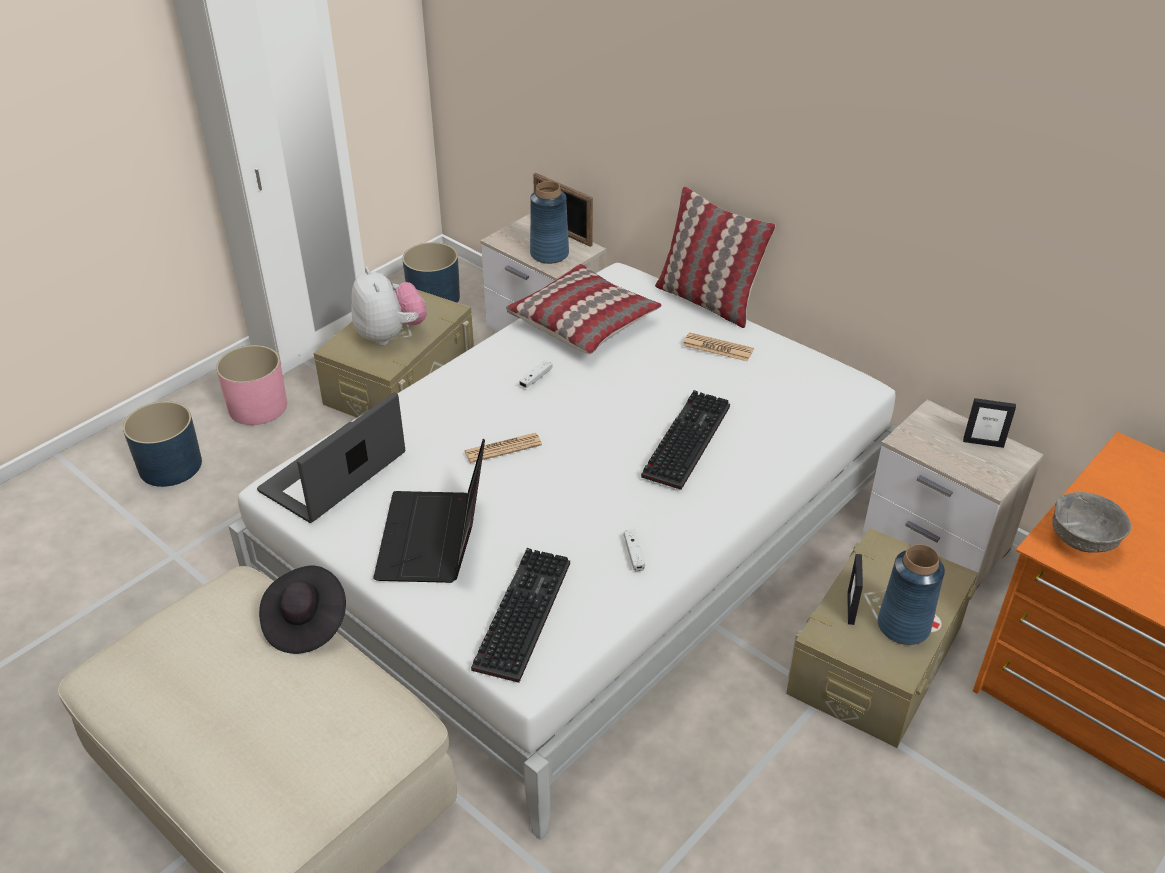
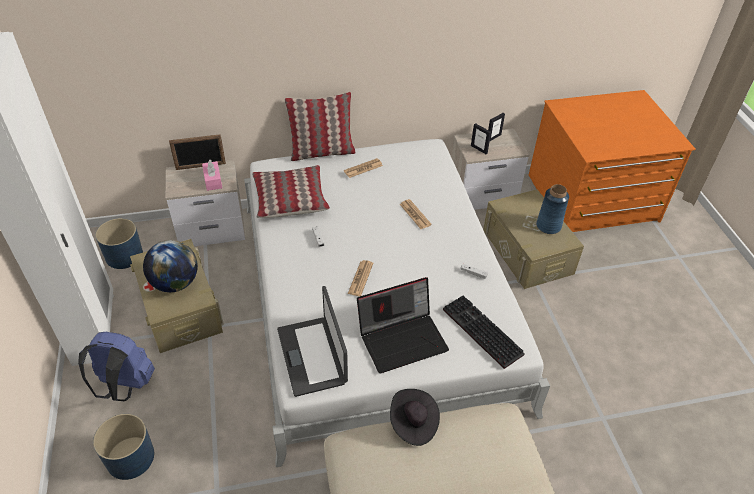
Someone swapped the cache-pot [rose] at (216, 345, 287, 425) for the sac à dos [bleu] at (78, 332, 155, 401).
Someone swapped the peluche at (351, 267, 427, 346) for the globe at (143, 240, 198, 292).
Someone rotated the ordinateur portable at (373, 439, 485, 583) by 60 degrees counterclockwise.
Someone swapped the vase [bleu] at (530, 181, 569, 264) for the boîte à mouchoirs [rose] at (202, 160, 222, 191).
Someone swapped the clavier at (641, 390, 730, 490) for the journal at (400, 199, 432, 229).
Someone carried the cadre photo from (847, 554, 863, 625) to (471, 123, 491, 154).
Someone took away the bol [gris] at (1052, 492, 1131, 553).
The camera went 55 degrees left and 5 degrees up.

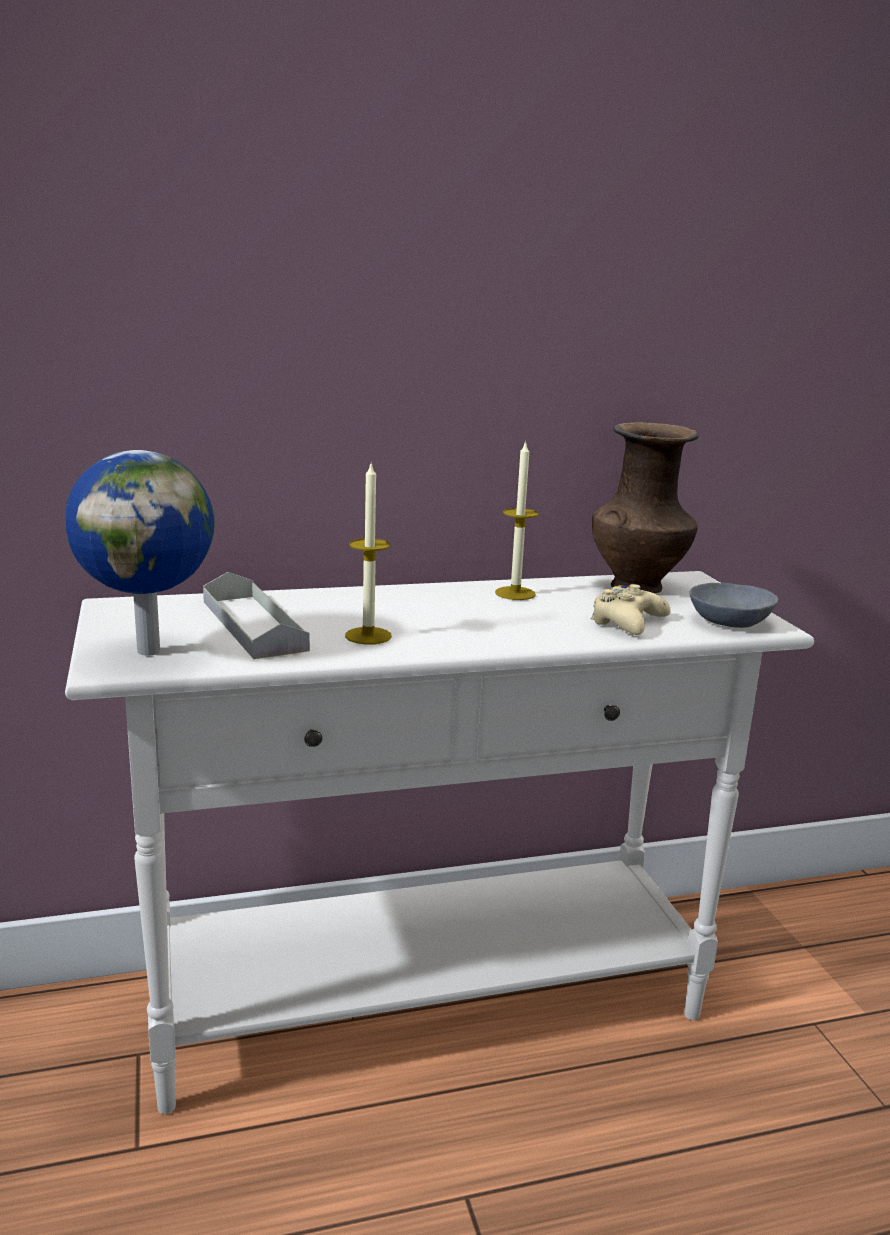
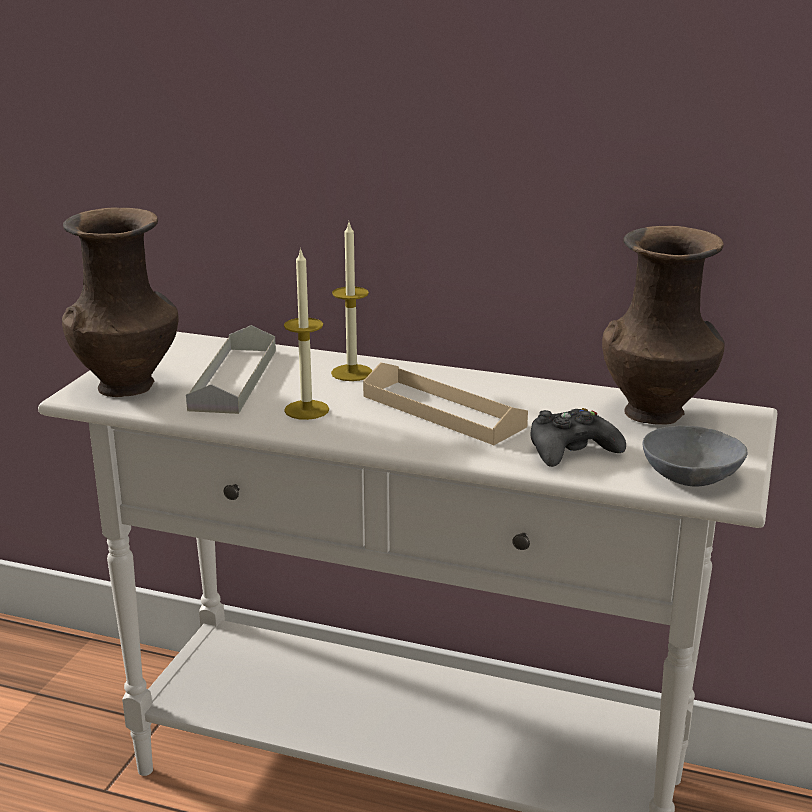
Someone swapped the globe at (65, 450, 214, 656) for the vase [marron] at (62, 207, 179, 397).
Someone carried the bougie from (495, 440, 539, 600) to (331, 223, 372, 381).
Someone repainted the manette [beige] at (591, 584, 670, 635), which became the manette [noir] at (531, 408, 626, 467).
Someone put down the plateau [beige] at (363, 362, 528, 445).
The camera went 35 degrees right and 5 degrees up.

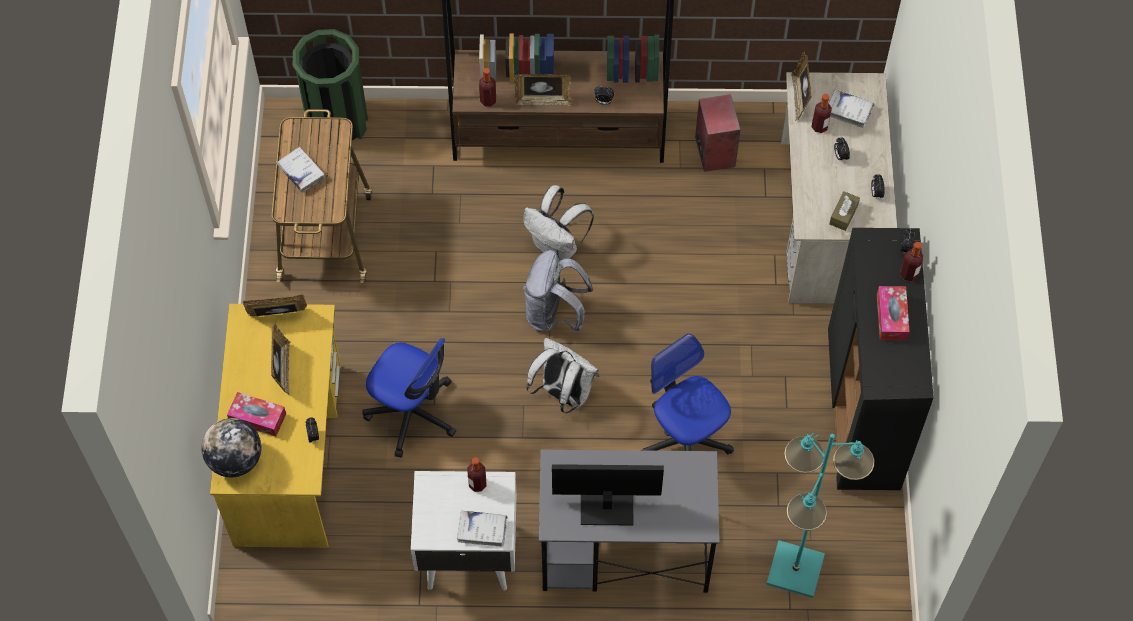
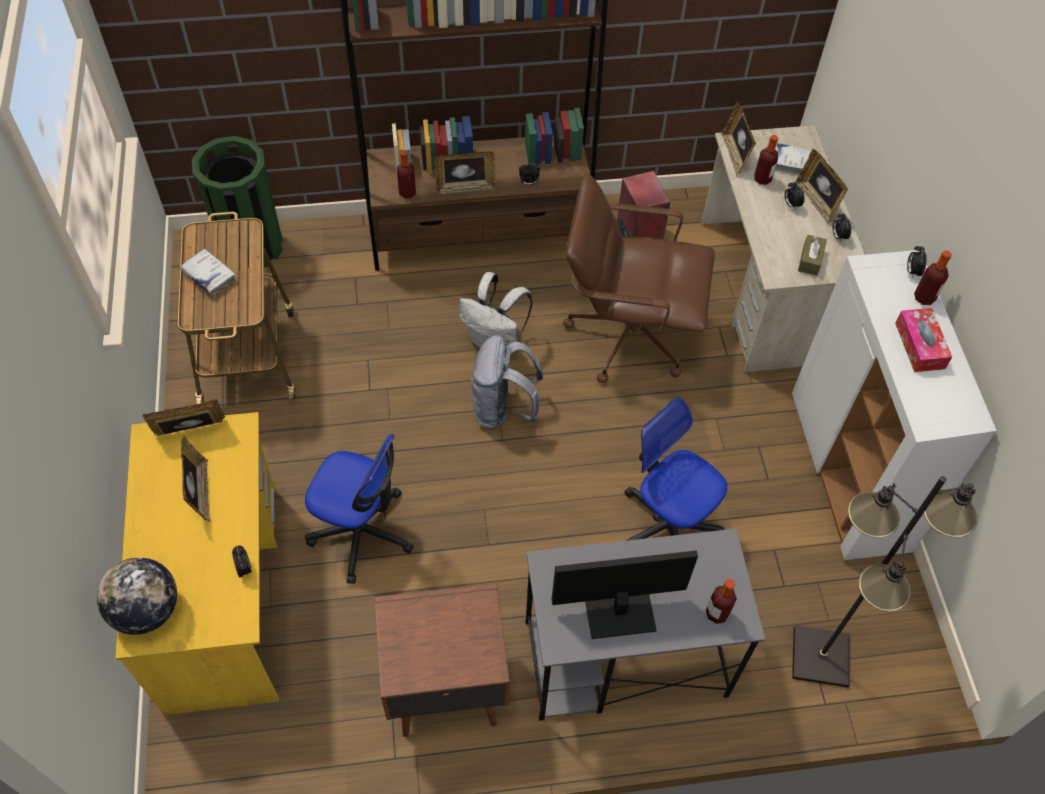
Someone took away the boîte à mouchoirs at (227, 392, 286, 437).
Someone repainted the table de chevet [blanc] at (411, 471, 517, 591), which became the table de chevet [marron] at (374, 583, 510, 737).
Someone took away the livre [blanc] at (457, 511, 508, 547).
Someone carried the bouteille from (467, 457, 487, 492) to (706, 579, 737, 624).
Someone took away the sac à dos [blanc] at (526, 338, 599, 414).
Someone repainted the lampadaire [turquoise] at (766, 433, 874, 598), which became the lampadaire [noir] at (792, 476, 978, 688).
Someone repainted the meuble de rangement [noir] at (828, 228, 934, 490), which became the meuble de rangement [blanc] at (792, 250, 997, 560).
Someone put down the chaise de bureau [marron] at (563, 173, 715, 383).
Someone put down the cadre photo at (796, 149, 848, 224).
The camera went 10 degrees left and 5 degrees down.

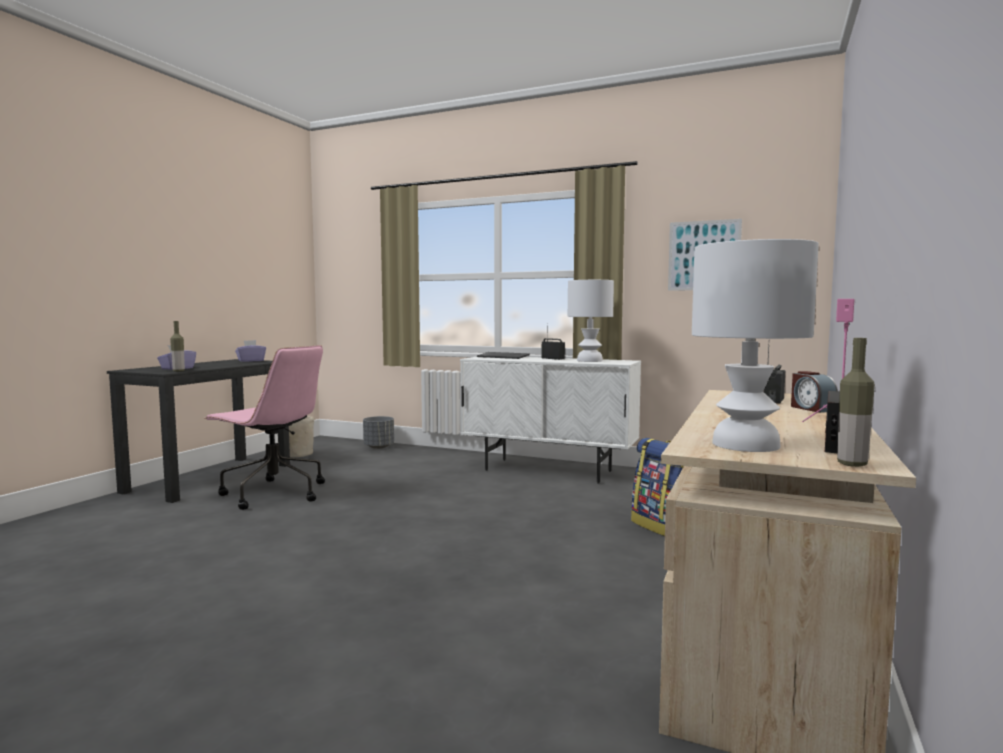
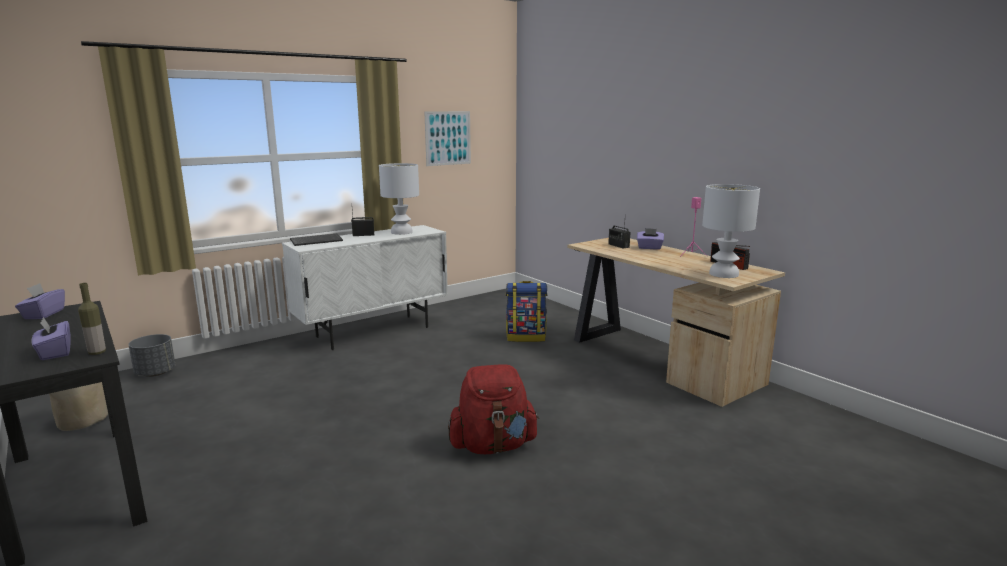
Someone took away the chaise de bureau [rose] at (204, 345, 325, 510).
Someone swapped the réveil at (791, 371, 838, 413) for the boîte à mouchoirs [violet] at (637, 228, 664, 250).
Someone took away the bouteille at (837, 338, 875, 467).
Someone put down the sac à dos [rouge] at (448, 364, 539, 454).
The camera went 60 degrees left and 10 degrees up.

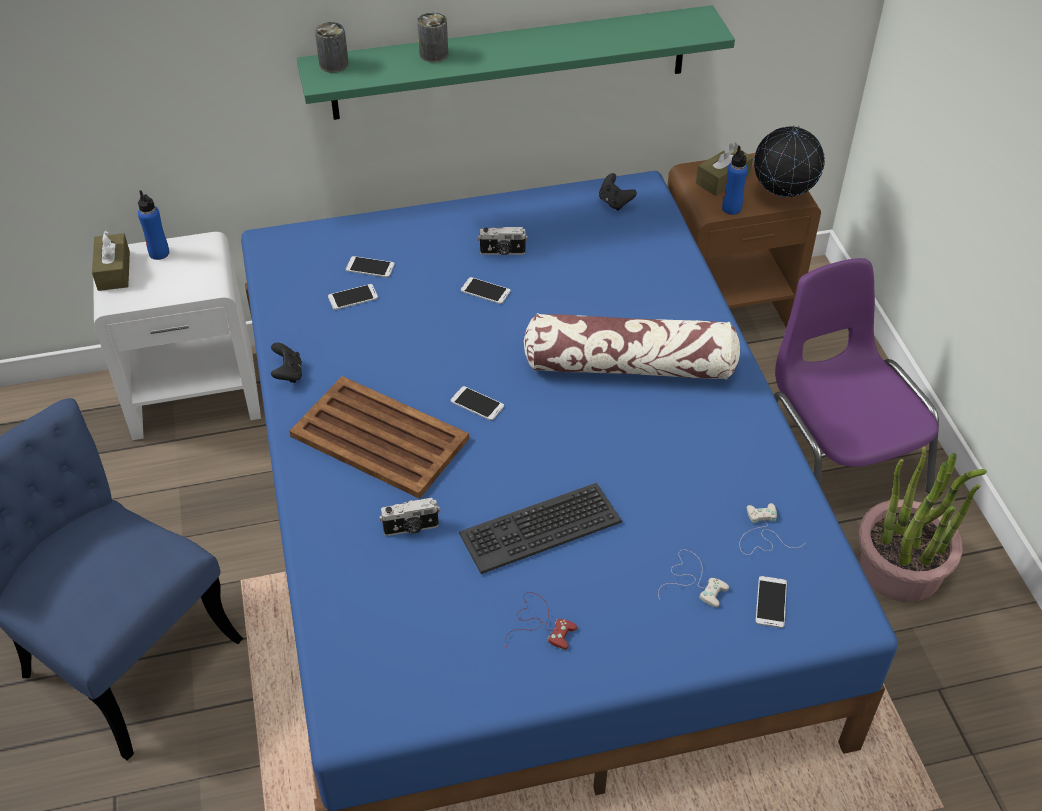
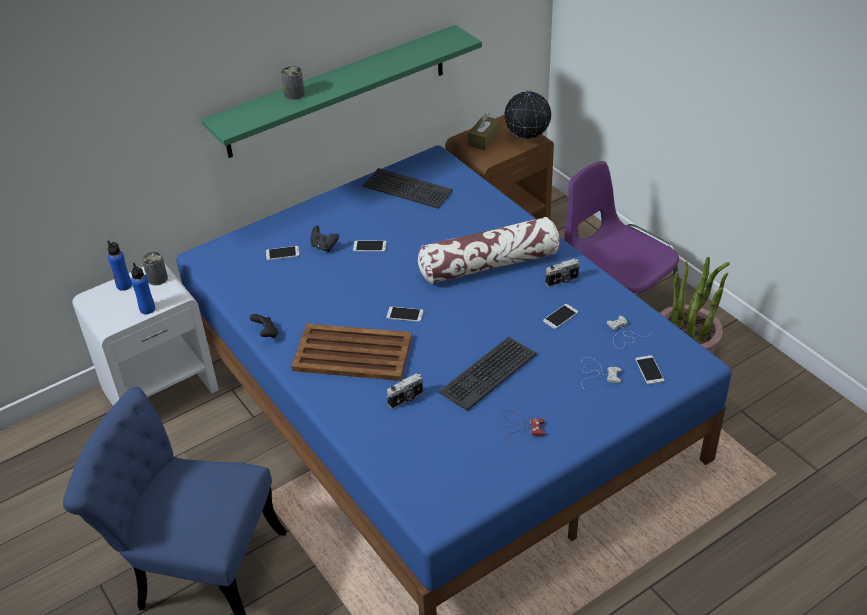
Someone took away the boîte à mouchoirs [marron] at (92, 230, 130, 291).
Someone carried the boîte métallique from (315, 22, 349, 73) to (142, 252, 168, 285).
Someone carried the téléphone from (328, 284, 378, 310) to (543, 304, 578, 329).
Someone carried the appareil photo from (478, 227, 528, 255) to (545, 259, 580, 287).
Someone carried the manette [noir] from (599, 173, 637, 211) to (310, 226, 339, 252).
Someone carried the bouteille [bleu] from (722, 146, 748, 215) to (131, 263, 155, 314).
Someone put down the clavier at (363, 168, 453, 209).
The camera went 20 degrees left and 5 degrees down.

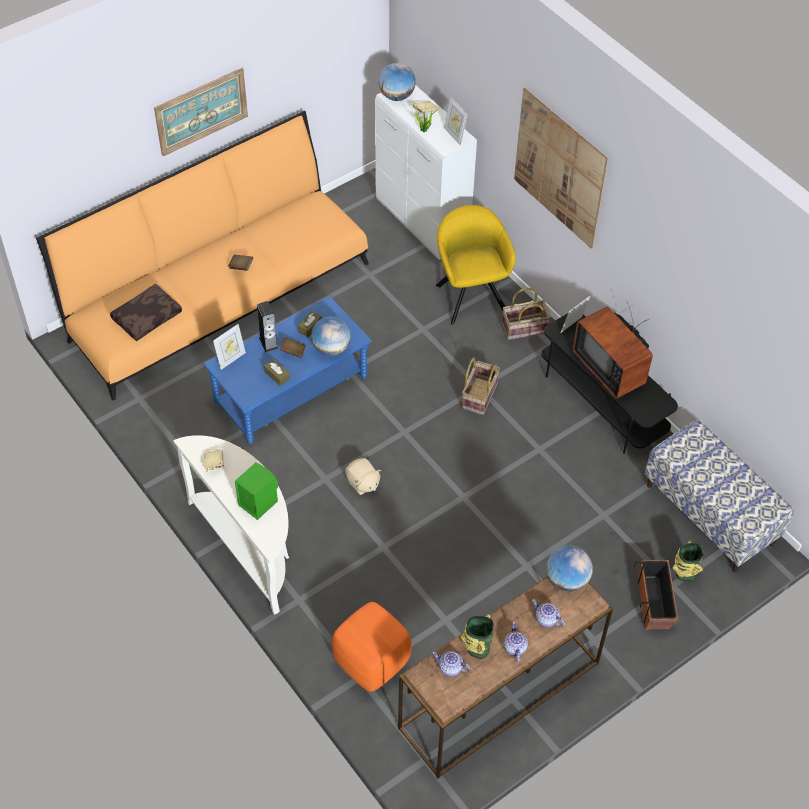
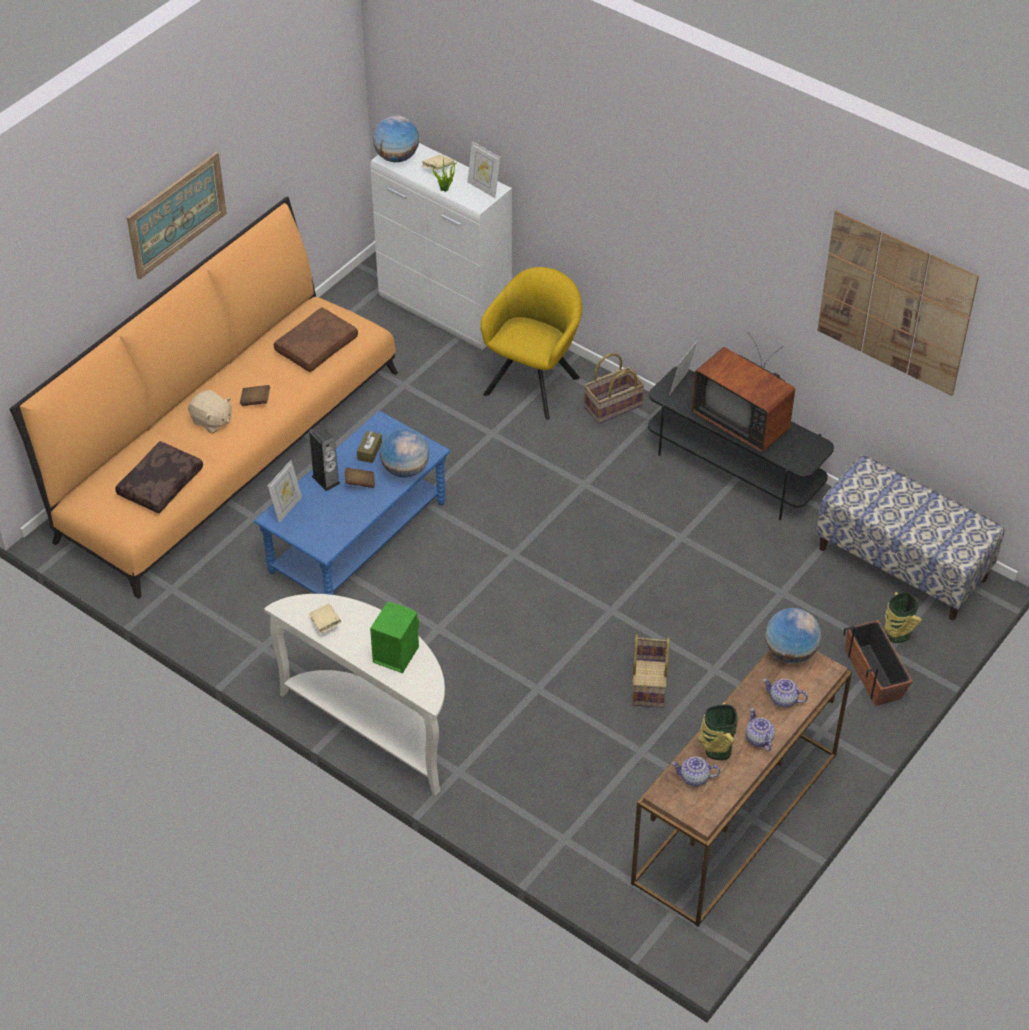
Someone took away the boîte à mouchoirs [marron] at (264, 359, 290, 386).
Someone took away the pouf [orange] at (332, 602, 411, 692).
Someone carried the peluche [beige] from (345, 458, 381, 495) to (188, 390, 232, 434).
Someone rotated the fauteuil [jaune] at (436, 205, 516, 324) by 60 degrees clockwise.
Someone carried the panier from (462, 357, 500, 415) to (632, 634, 670, 708).
Someone carried the tableau from (514, 88, 608, 248) to (817, 211, 979, 396).
Someone put down the coussin [marron] at (274, 307, 358, 372).
The camera went 15 degrees left and 5 degrees down.

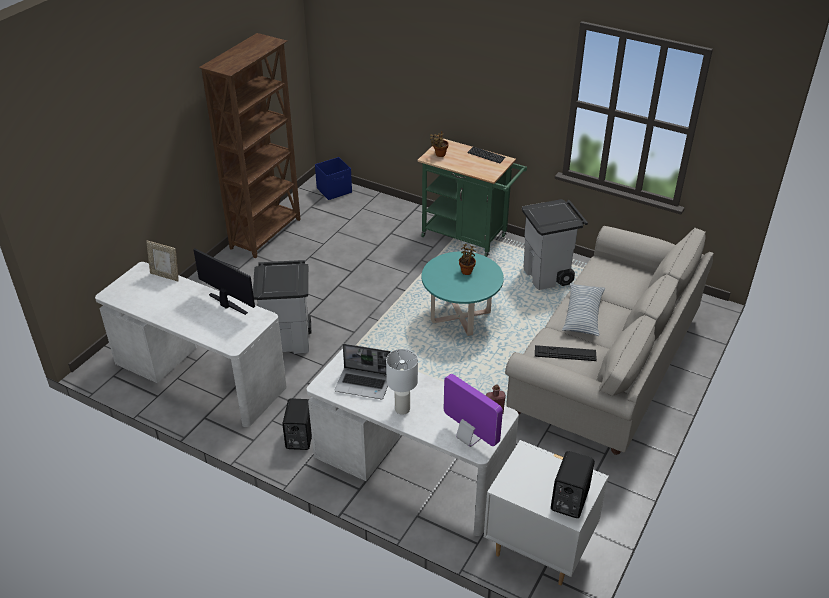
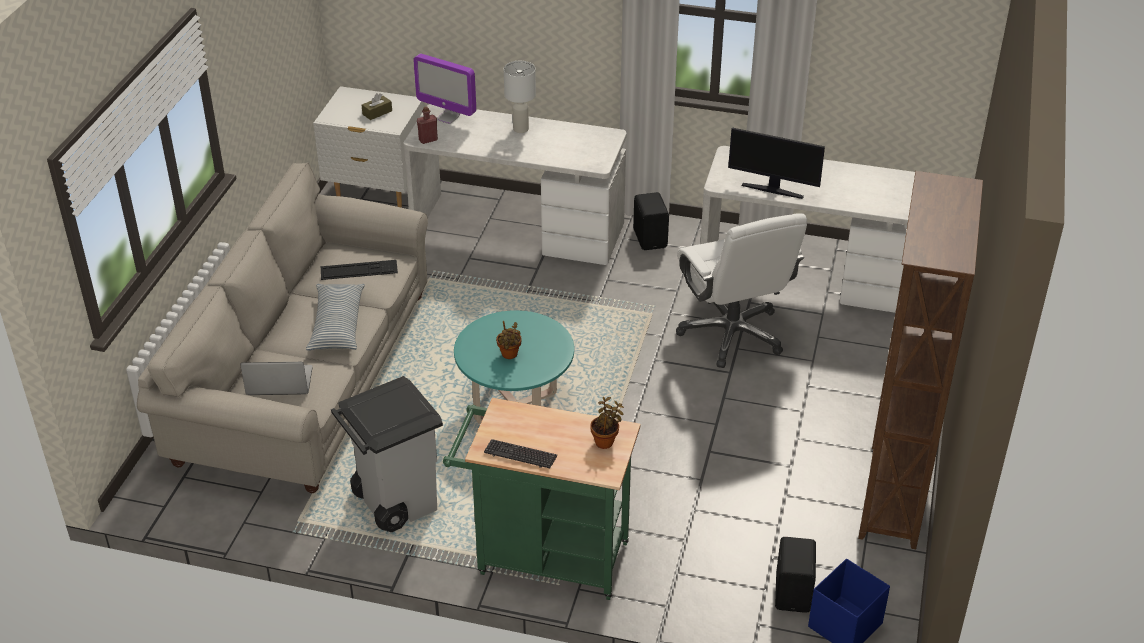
Someone took away the cadre photo at (146, 241, 179, 282).
Someone swapped the poubelle [gris] at (253, 260, 311, 354) for the chaise de bureau [blanc] at (676, 213, 807, 368).
Someone carried the ordinateur portable from (335, 344, 391, 399) to (240, 362, 313, 395).
Someone carried the enceinte [noir] from (551, 451, 595, 518) to (775, 537, 816, 613).
Someone put down the boîte à mouchoirs [marron] at (362, 93, 392, 120).
The camera went 165 degrees right and 0 degrees up.

